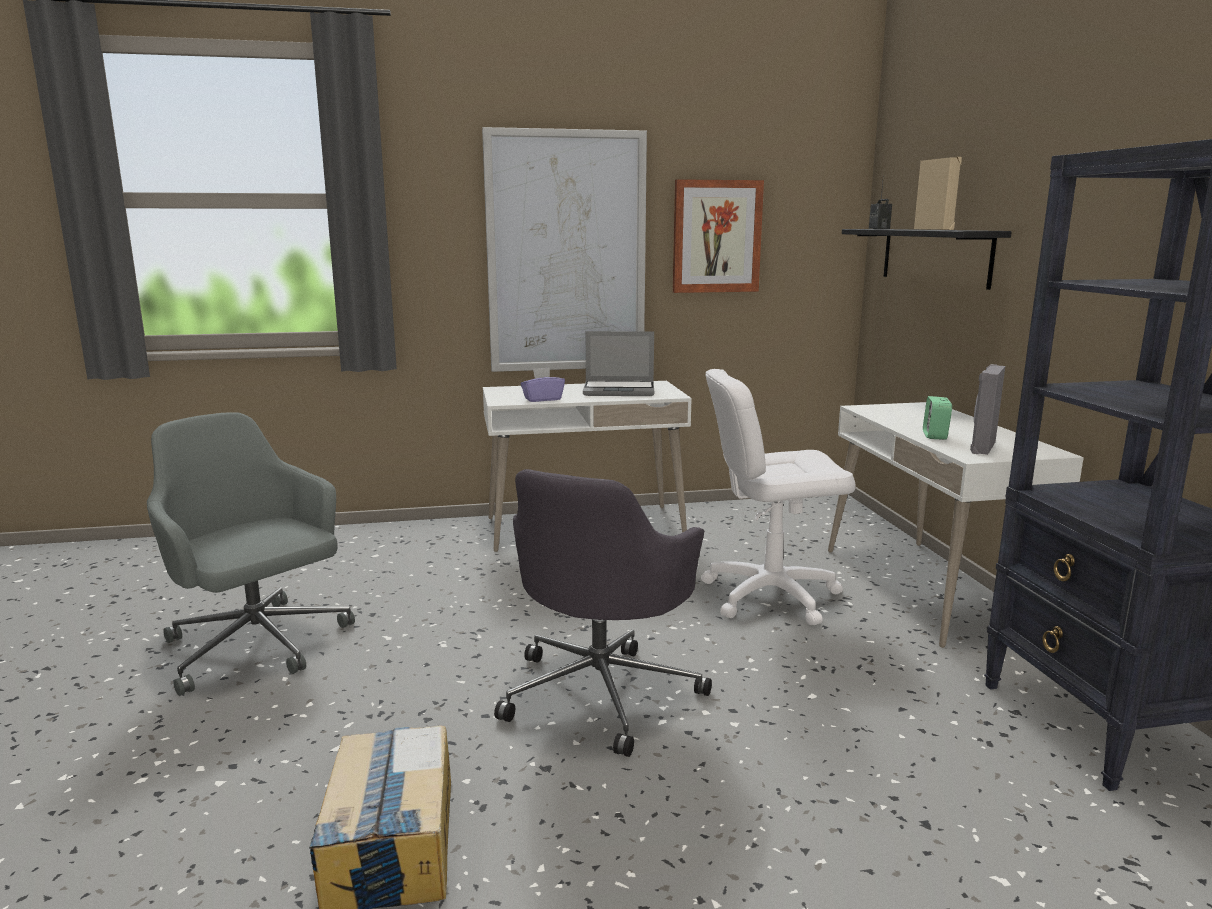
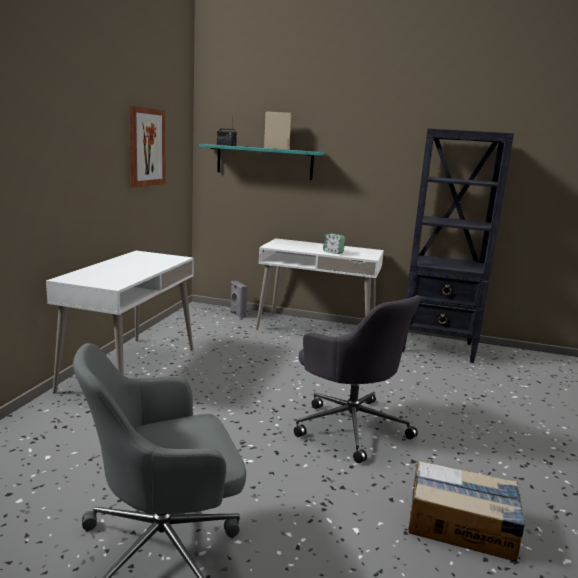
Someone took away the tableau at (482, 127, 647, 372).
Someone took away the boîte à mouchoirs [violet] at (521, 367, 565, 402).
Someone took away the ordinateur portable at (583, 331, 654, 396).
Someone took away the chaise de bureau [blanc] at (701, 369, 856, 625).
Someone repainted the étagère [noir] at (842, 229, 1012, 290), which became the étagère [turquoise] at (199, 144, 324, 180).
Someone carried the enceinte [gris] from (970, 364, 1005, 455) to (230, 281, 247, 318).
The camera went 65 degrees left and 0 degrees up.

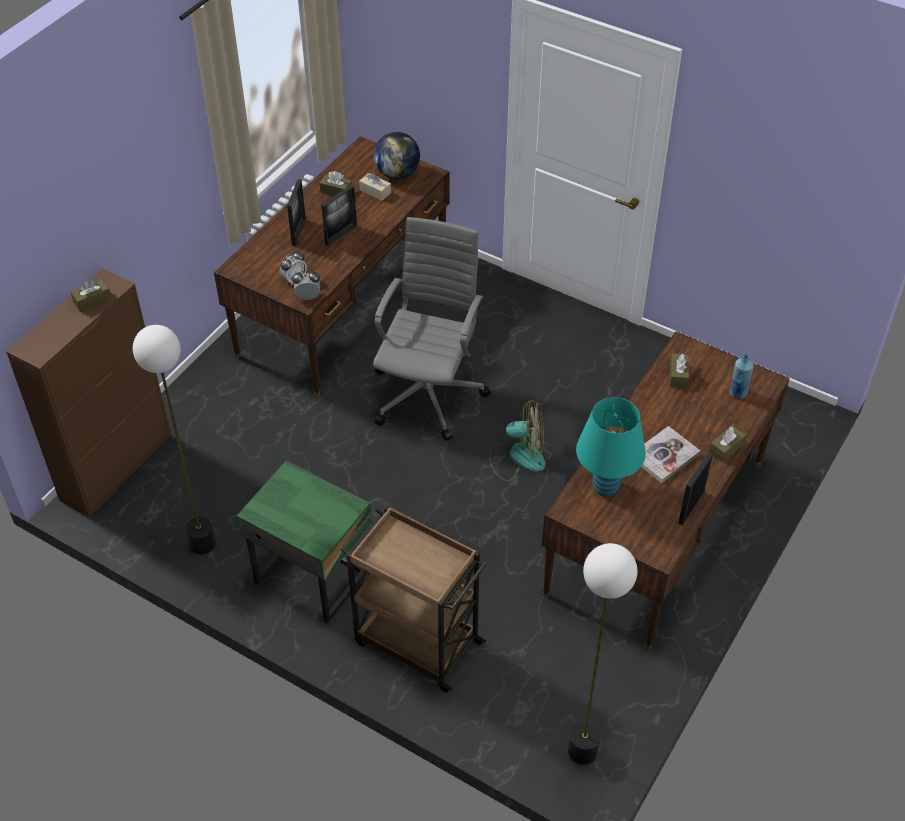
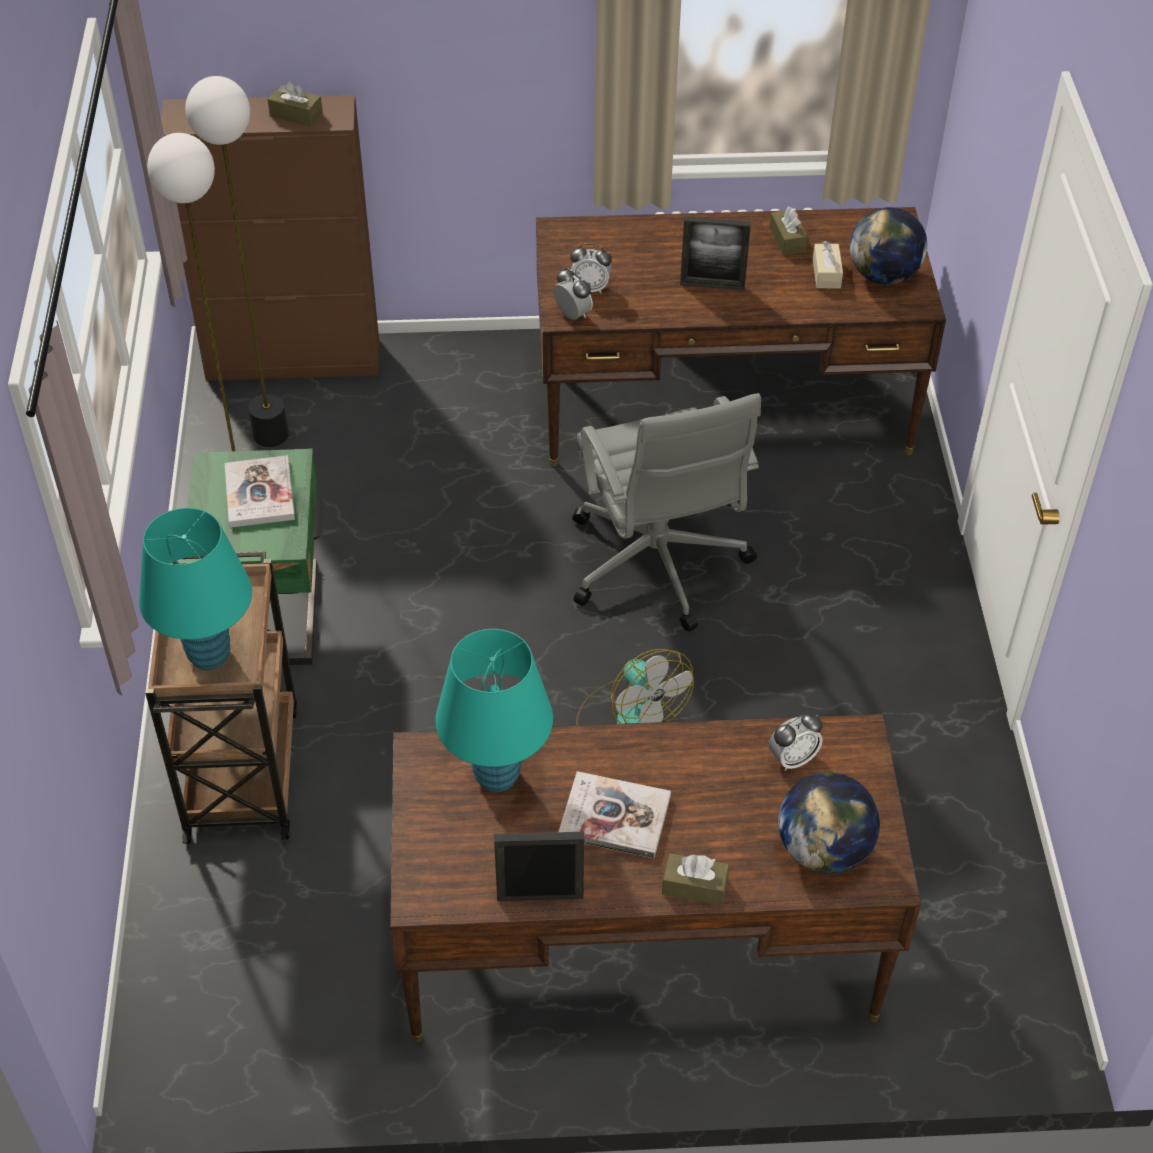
Someone took away the cadre photo at (287, 179, 306, 246).
Someone rotated the chaise de bureau [gris] at (373, 217, 491, 441) by 90 degrees clockwise.
Someone carried the lampadaire from (568, 543, 638, 765) to (186, 76, 289, 447).
Someone swapped the boîte à mouchoirs [marron] at (670, 353, 689, 388) for the réveil at (769, 714, 823, 771).
Someone swapped the bouteille [bleu] at (730, 355, 754, 399) for the globe at (778, 772, 880, 874).
Someone put down the lampe de table [turquoise] at (139, 508, 252, 670).
Someone put down the livre at (225, 455, 295, 528).
The camera went 55 degrees right and 0 degrees up.

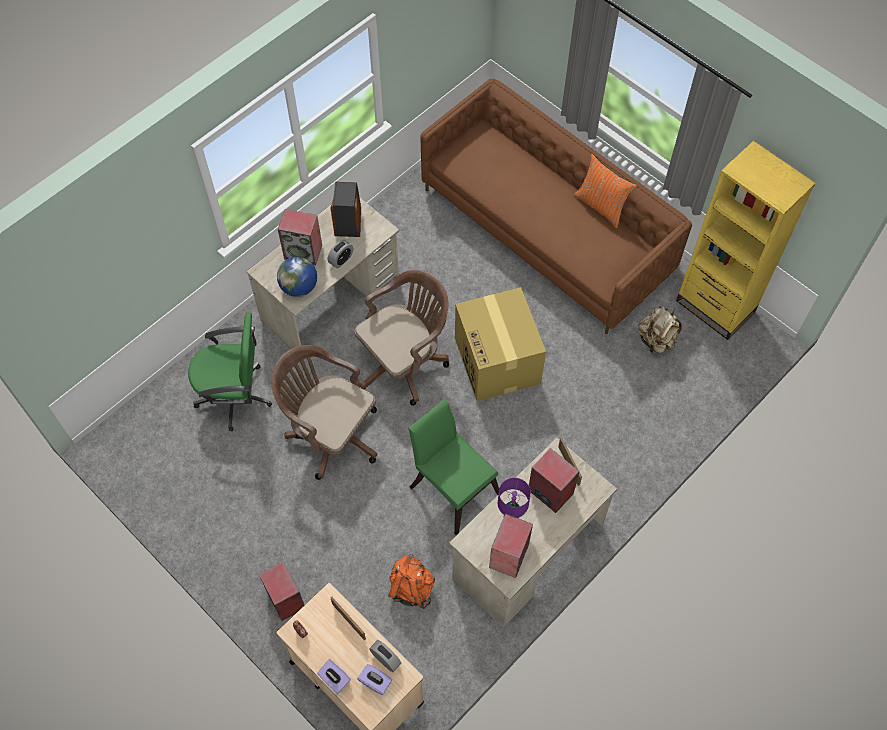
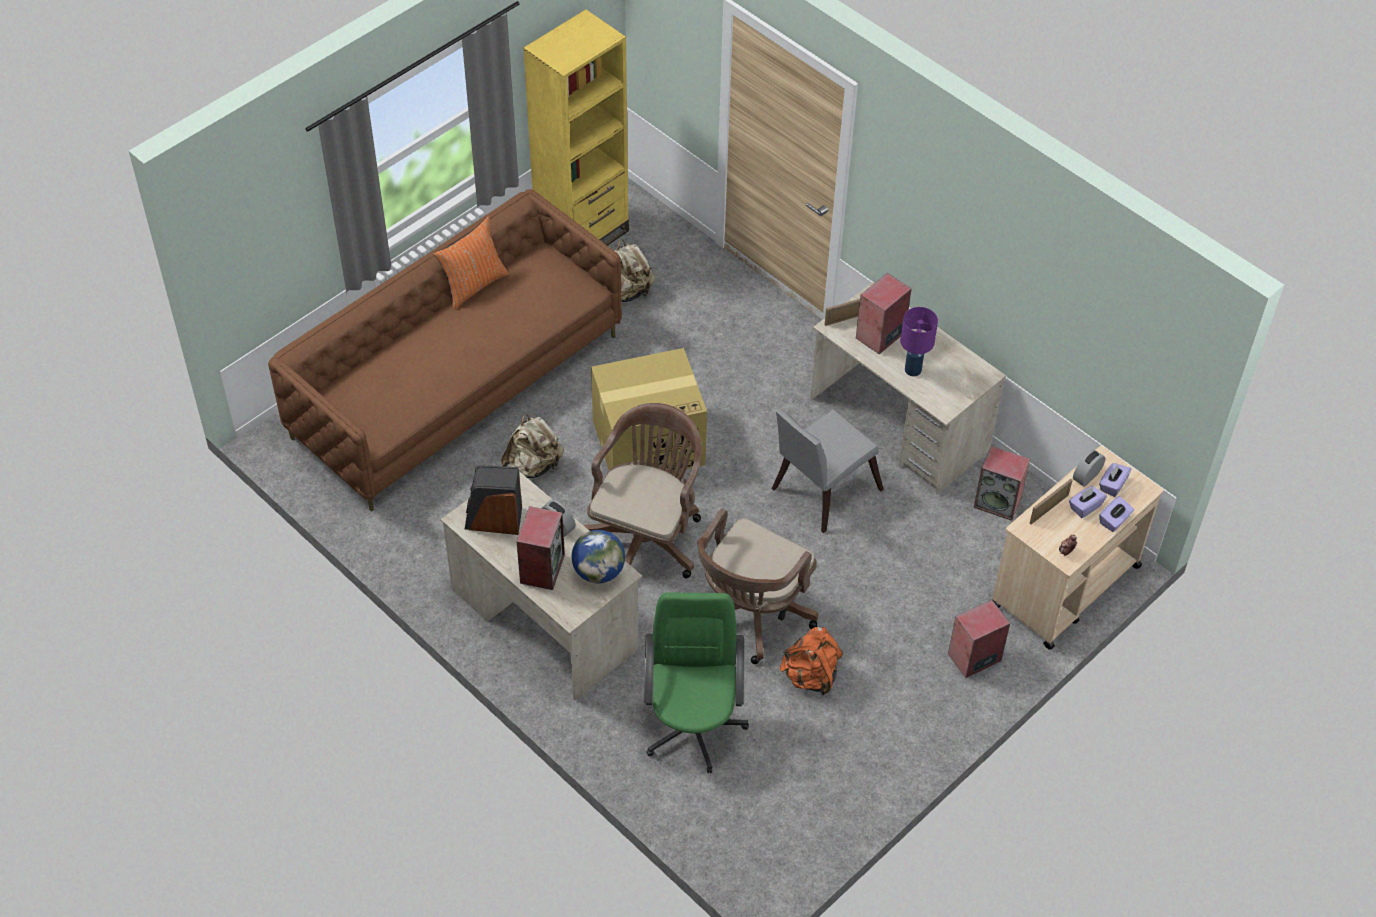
Someone rotated the chaise de bureau [marron] at (354, 270, 449, 406) by 60 degrees clockwise.
Someone carried the sac à dos [orange] from (388, 554, 435, 609) to (780, 627, 843, 695).
Someone repainted the chaise [vert] at (408, 398, 499, 535), which became the chaise [gris] at (772, 410, 884, 533).
Someone carried the enceinte from (489, 513, 533, 578) to (974, 446, 1030, 521).
Someone put down the sac à dos [beige] at (501, 414, 564, 478).
Someone put down the boîte à mouchoirs [violet] at (1069, 486, 1107, 518).
The camera went 90 degrees left and 10 degrees down.

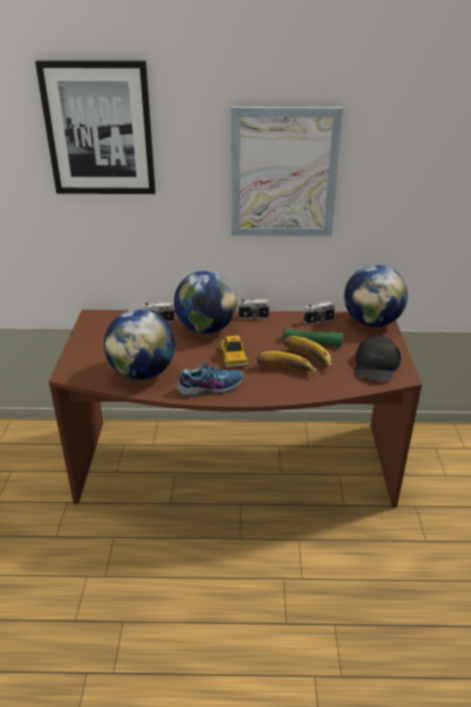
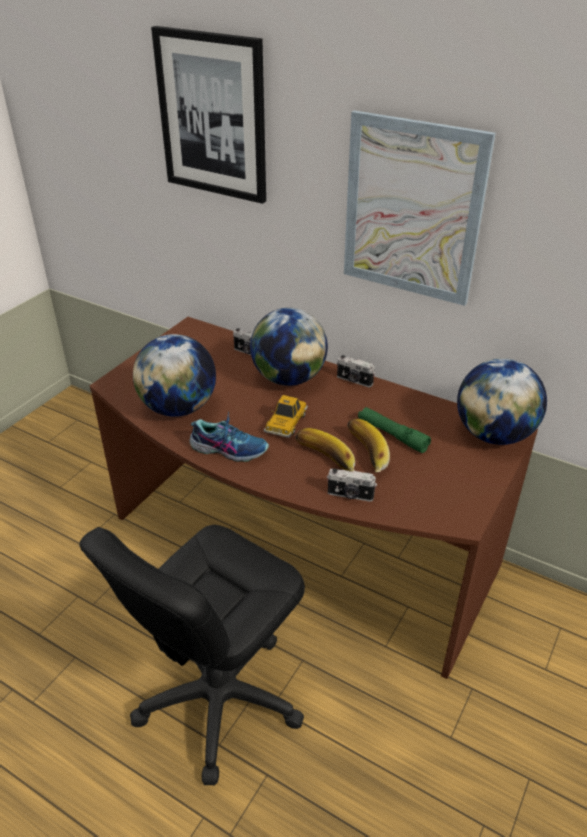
Someone carried the appareil photo from (304, 302, 335, 324) to (327, 469, 377, 502).
Someone took away the casquette [noir] at (354, 336, 401, 382).
Someone put down the chaise de bureau [noir] at (79, 525, 305, 785).
The camera went 30 degrees right and 5 degrees up.

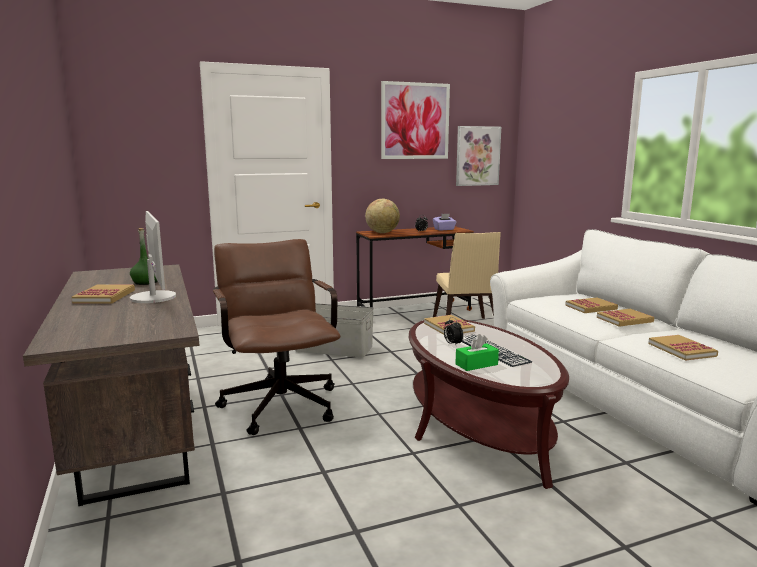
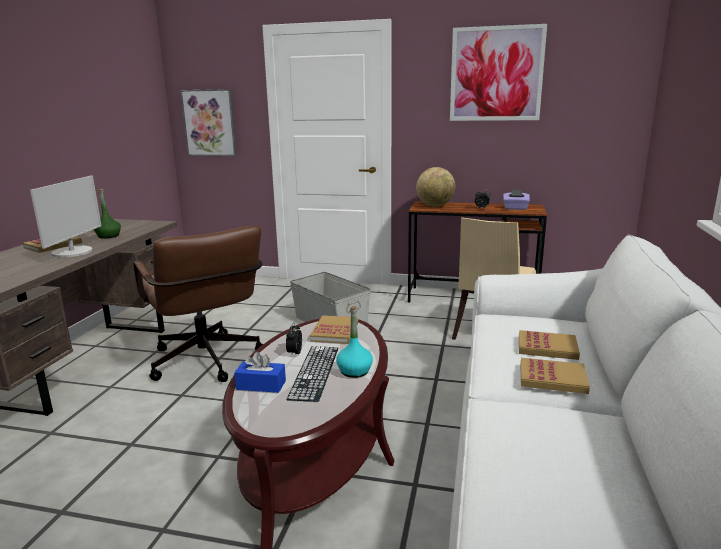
Someone rotated the chaise de bureau [marron] at (213, 239, 340, 435) by 135 degrees clockwise.
Someone repainted the boîte à mouchoirs [vert] at (455, 334, 499, 371), which became the boîte à mouchoirs [bleu] at (234, 352, 286, 393).
Someone carried the tableau from (456, 126, 501, 186) to (180, 89, 237, 156).
Someone took away the livre at (648, 335, 718, 361).
Someone put down the bouteille [turquoise] at (336, 306, 373, 378).
The camera went 35 degrees right and 5 degrees up.

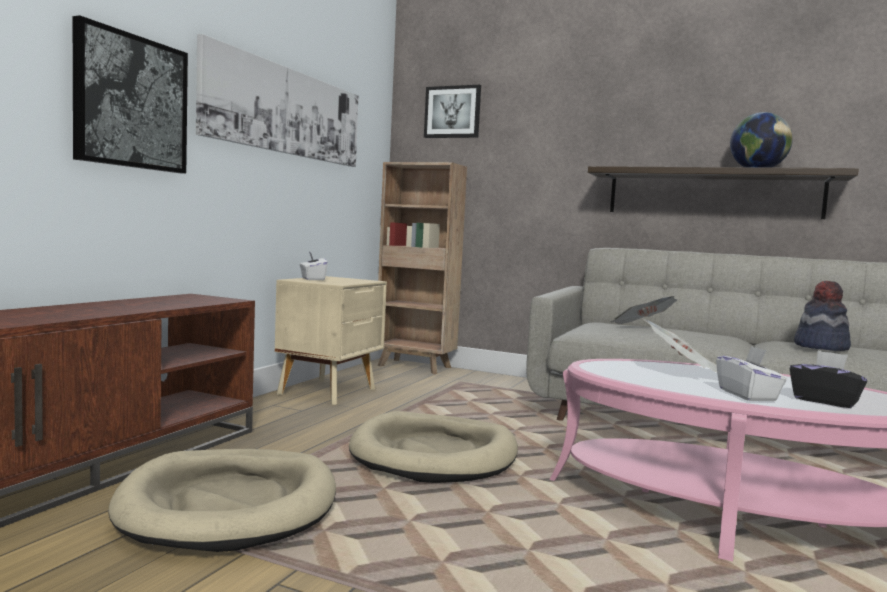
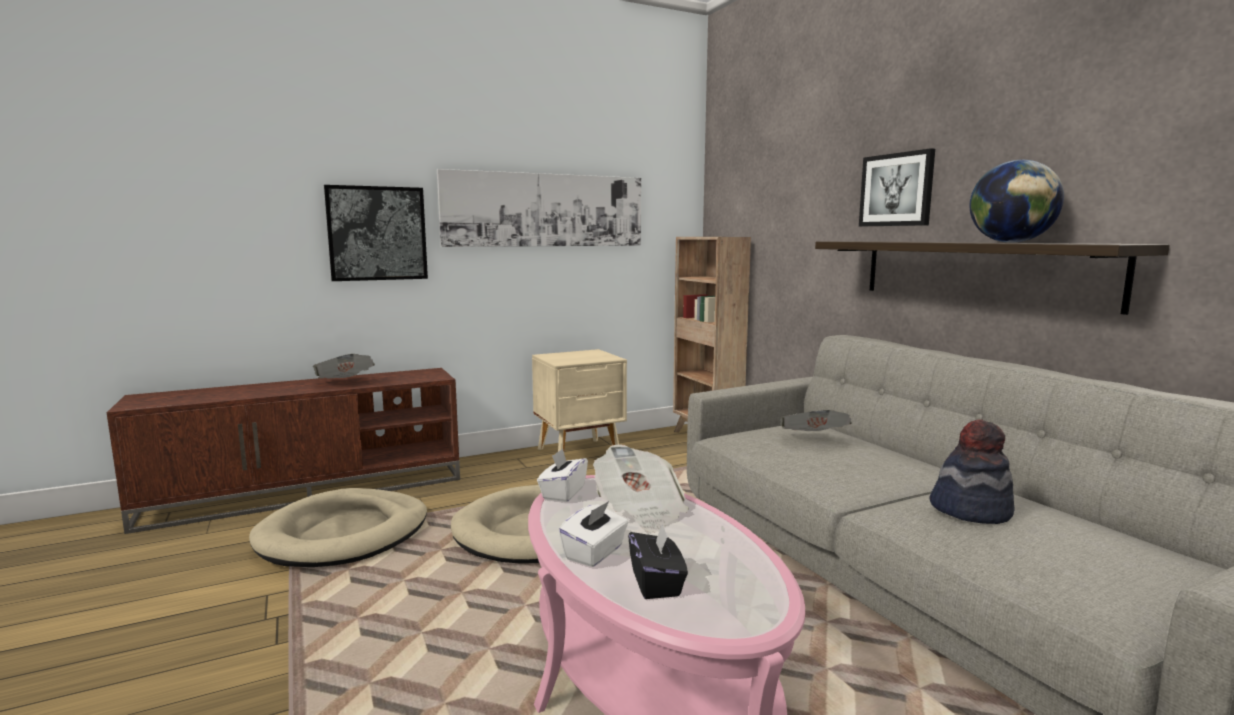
Someone carried the boîte à mouchoirs [blanc] from (300, 252, 328, 280) to (537, 448, 588, 502).
Someone carried the tableau from (424, 85, 481, 138) to (859, 148, 935, 226).
Someone put down the journal at (313, 354, 375, 379).
The camera went 40 degrees right and 5 degrees up.

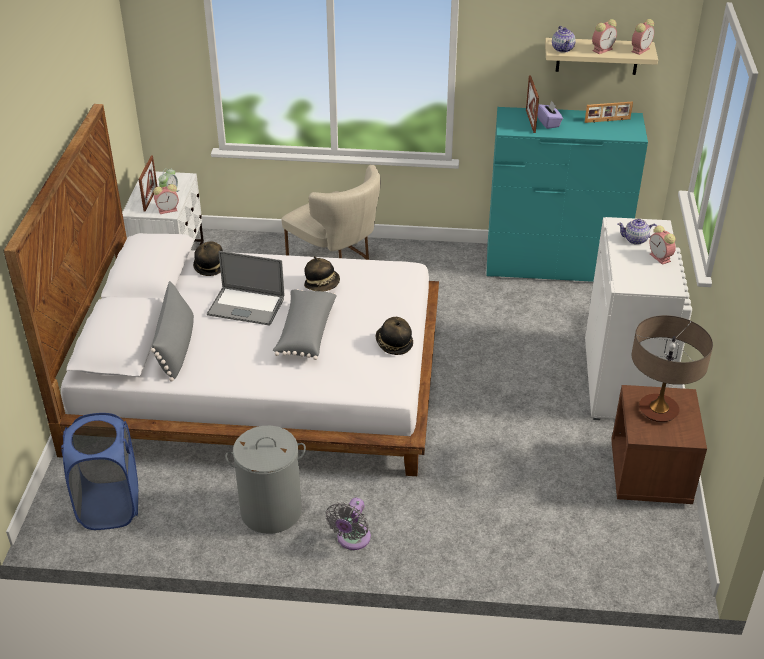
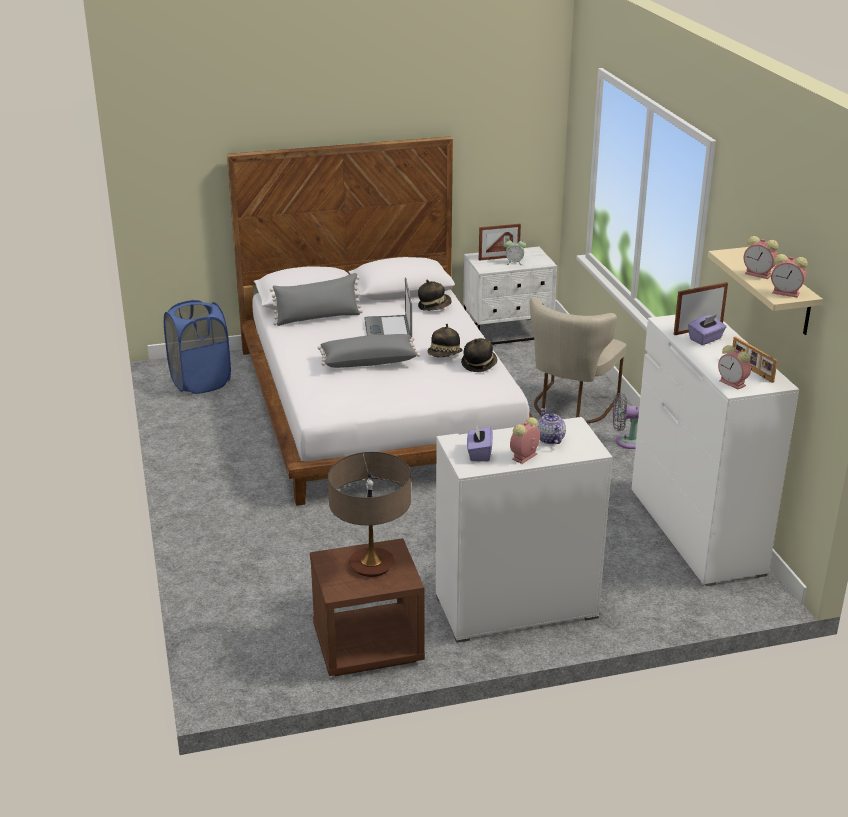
Someone carried the réveil from (154, 184, 179, 214) to (718, 345, 751, 390).
Someone took away the panier à linge [gris] at (225, 426, 306, 534).
Someone carried the ventilateur [gris] from (325, 498, 371, 550) to (613, 393, 639, 449).
Someone carried the chapeau from (376, 317, 413, 355) to (461, 338, 497, 372).
Someone repainted the commode [turquoise] at (486, 107, 648, 282), which became the commode [blanc] at (632, 315, 799, 586).
Someone took away the théière at (552, 26, 576, 53).
Someone put down the boîte à mouchoirs [violet] at (467, 425, 493, 461).
The camera went 70 degrees right and 10 degrees down.

